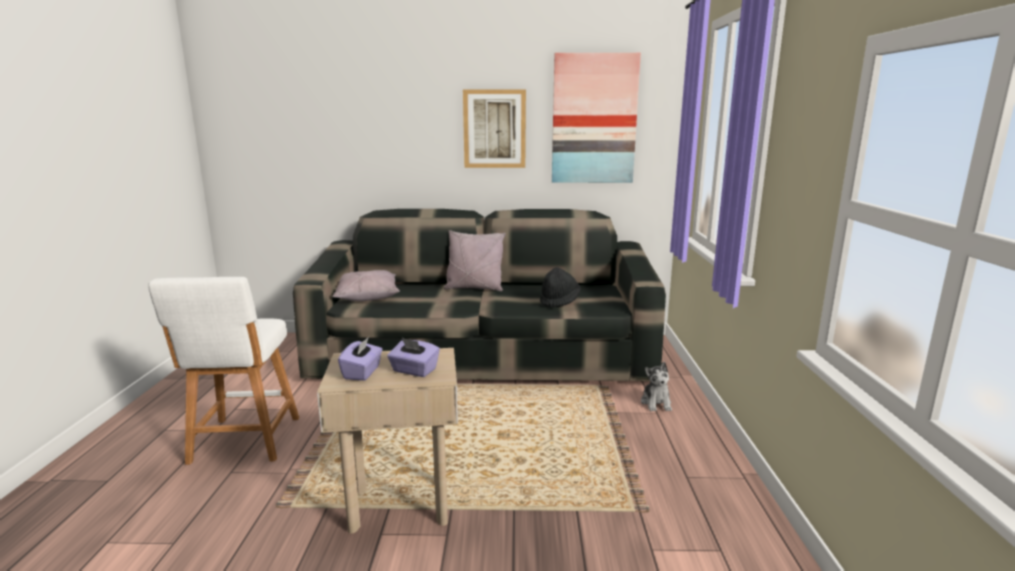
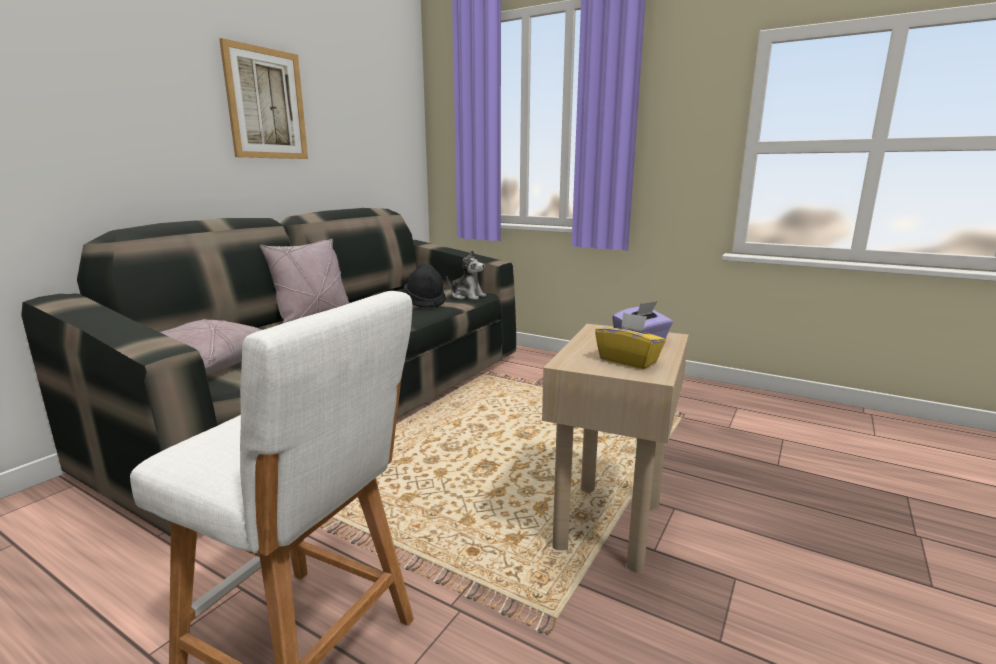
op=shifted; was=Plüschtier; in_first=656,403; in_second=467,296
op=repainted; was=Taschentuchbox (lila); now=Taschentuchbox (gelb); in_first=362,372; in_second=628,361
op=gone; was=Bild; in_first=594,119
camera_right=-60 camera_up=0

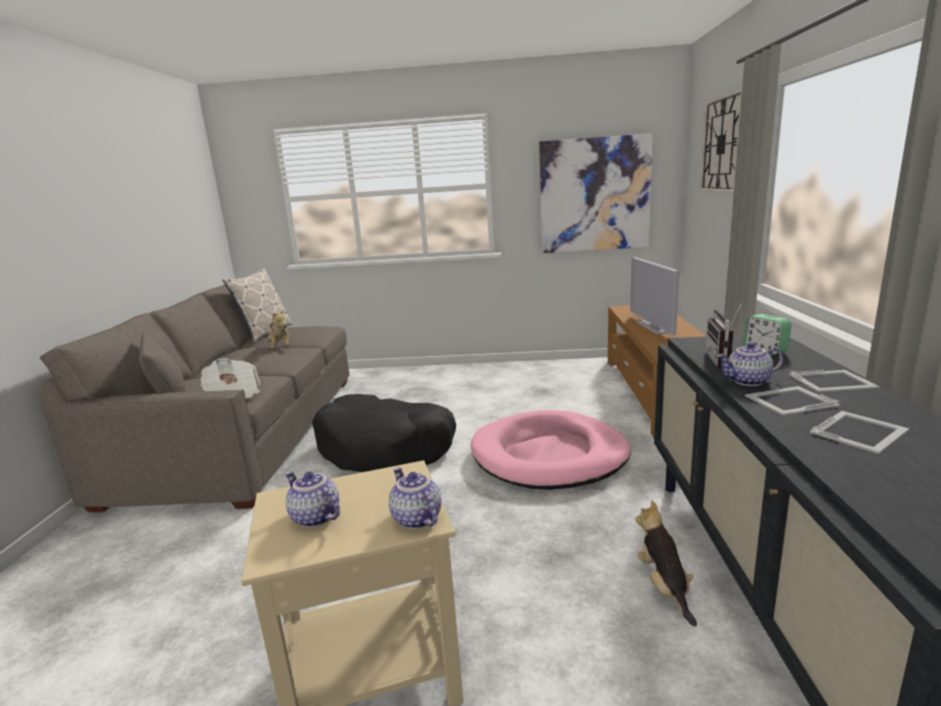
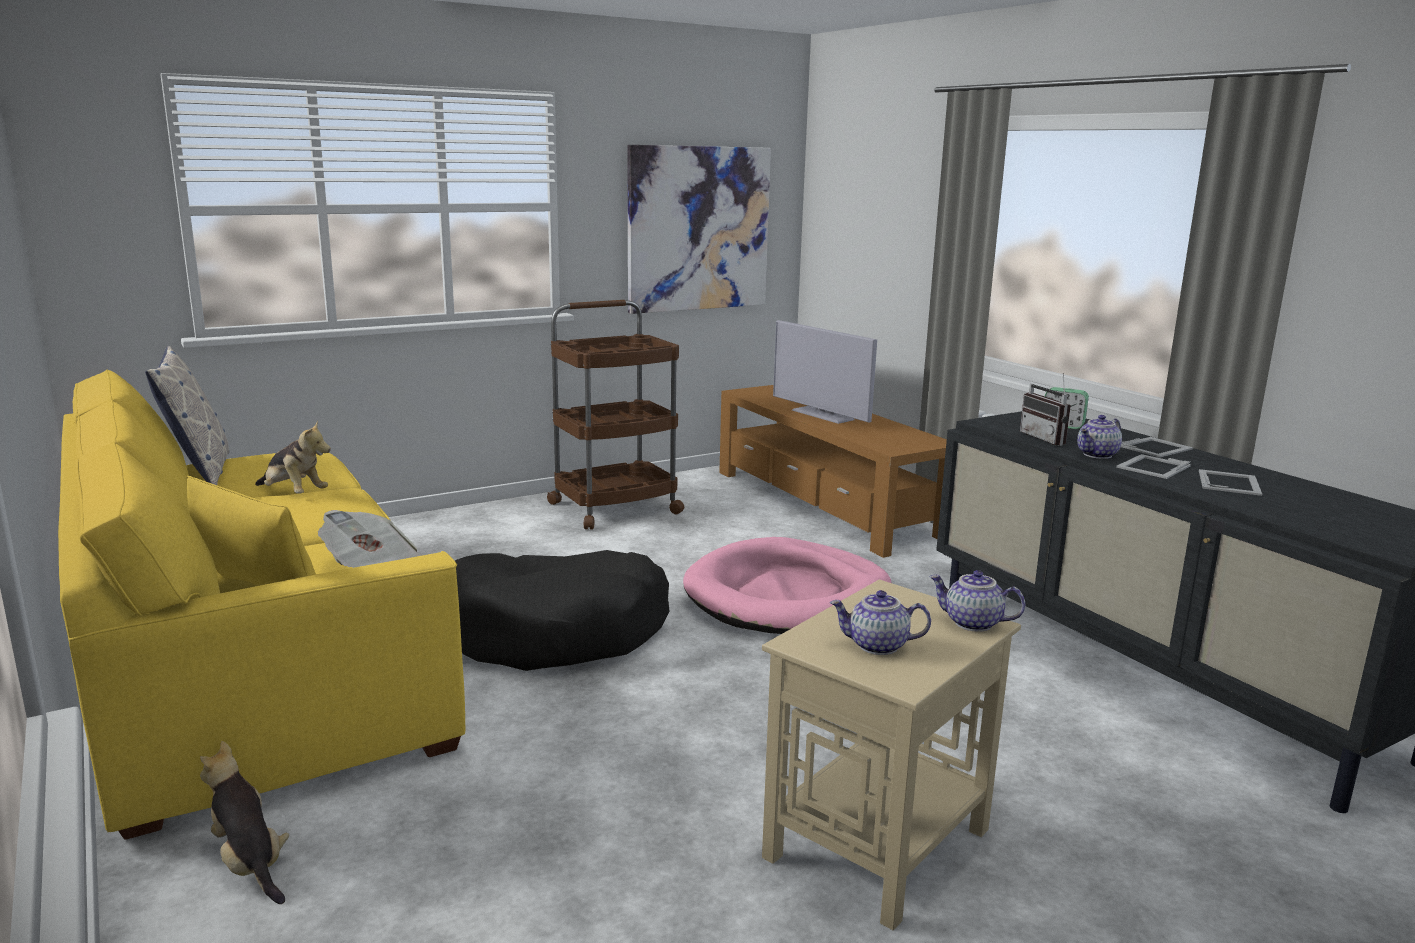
op=repainted; was=Sofa (grau); now=Sofa (gelb); in_first=247,432; in_second=255,658
op=shifted; was=Plüschtier; in_first=664,586; in_second=250,863
op=new; now=Rollwagen (braun); in_second=615,508
op=gone; was=Wanduhr; in_first=723,144
camera_right=-35 camera_up=0

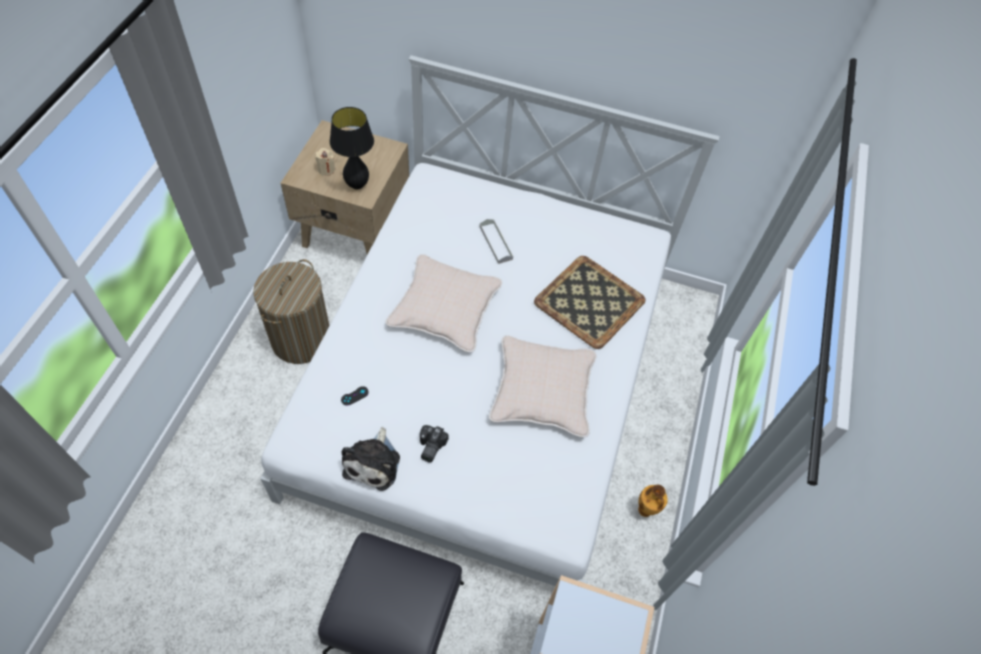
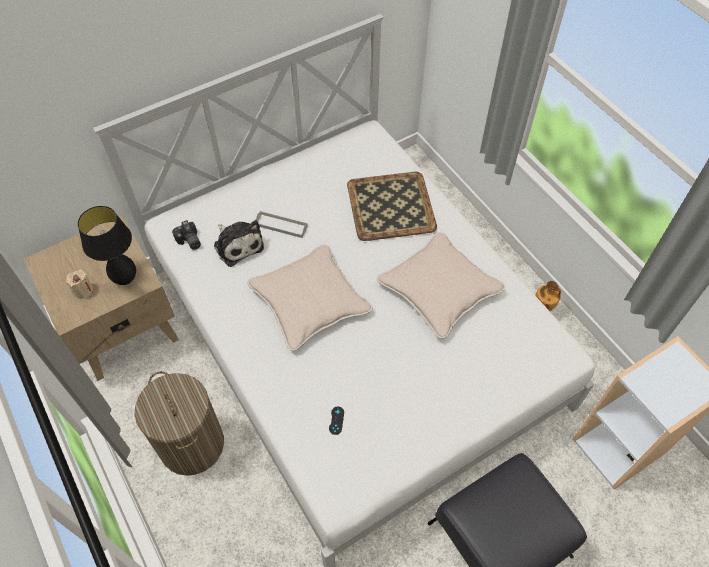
op=shifted; was=Kamera; in_first=429,447; in_second=189,241
op=shifted; was=Plüschtier; in_first=374,462; in_second=237,245
camera_right=-45 camera_up=0

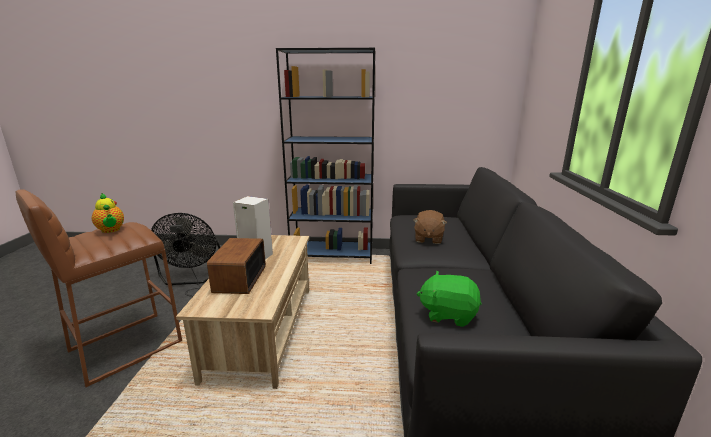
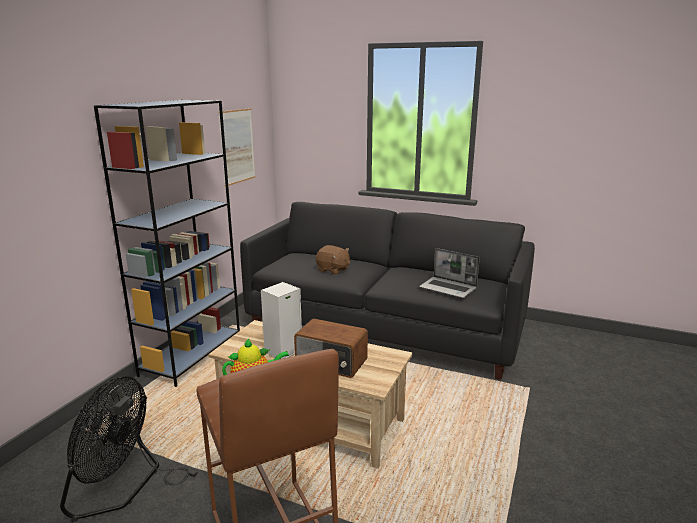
op=new; now=Bild; in_second=237,146
op=swapped; was=Plüschtier (grün); now=Laptop; in_first=448,314; in_second=449,288
camera_right=-70 camera_up=0

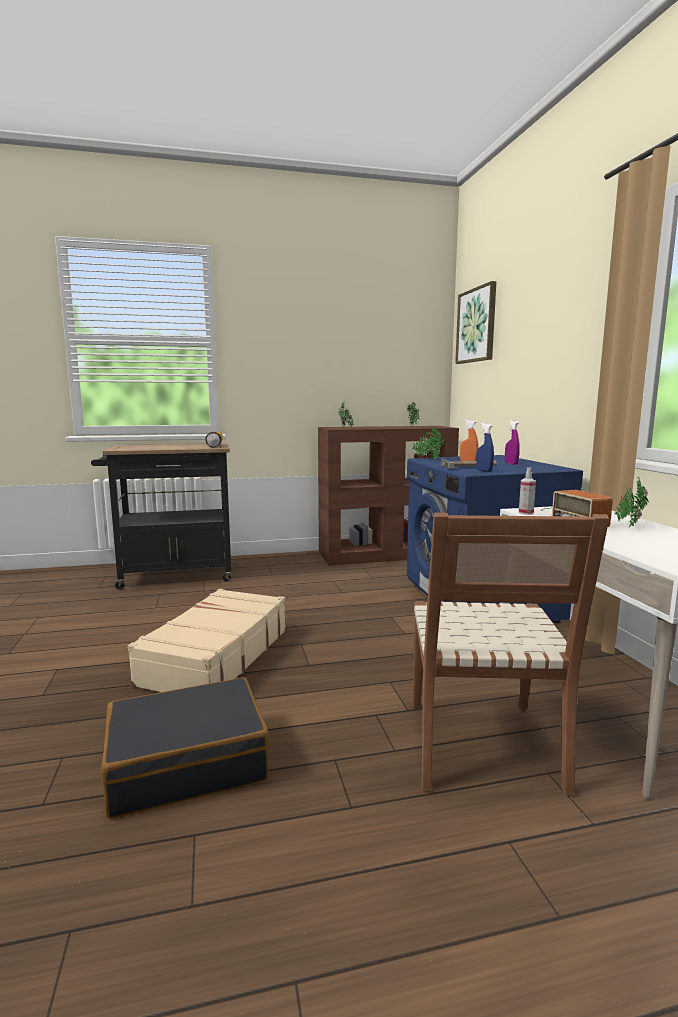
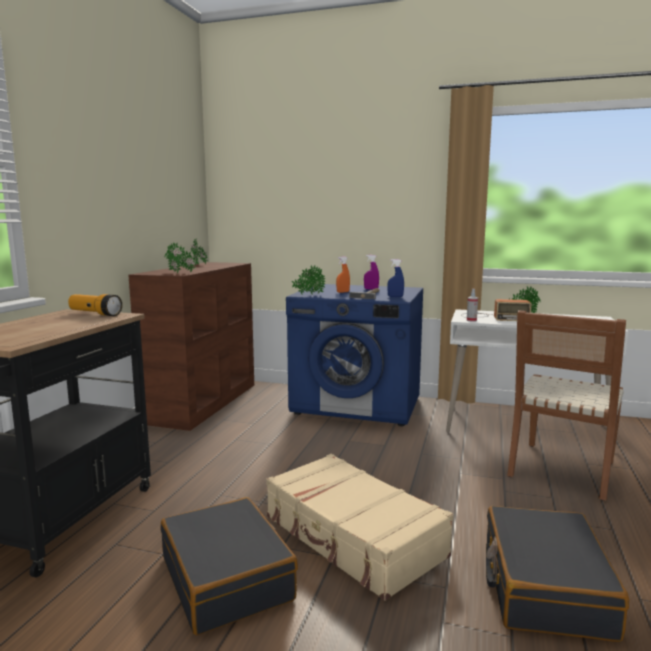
op=new; now=Koffer (schwarz); in_second=227,578
op=rotated; was=Stuhl; in_first=482,750; in_second=560,472; clockwise=90
op=gone; was=Bild; in_first=476,325
camera_right=-60 camera_up=0

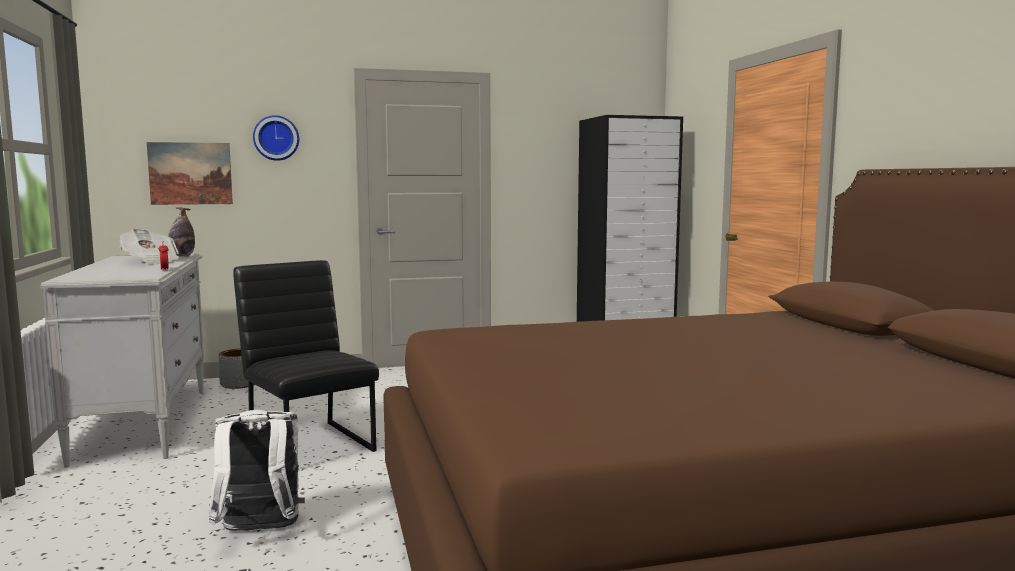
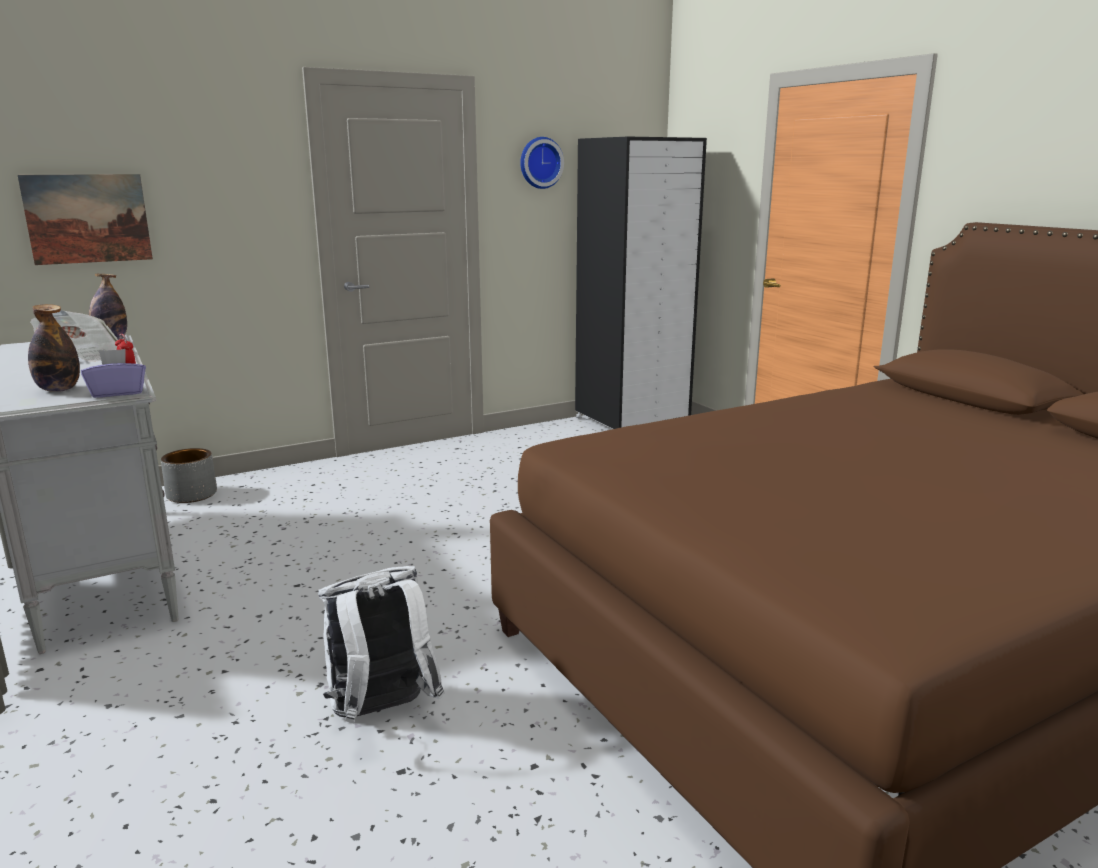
op=new; now=Flasche; in_second=59,389
op=new; now=Taschentuchbox (lila); in_second=118,392
op=shifted; was=Wanduhr; in_first=276,138; in_second=540,163
op=gone; was=Stuhl (schwarz); in_first=310,444
camera_right=-15 camera_up=10

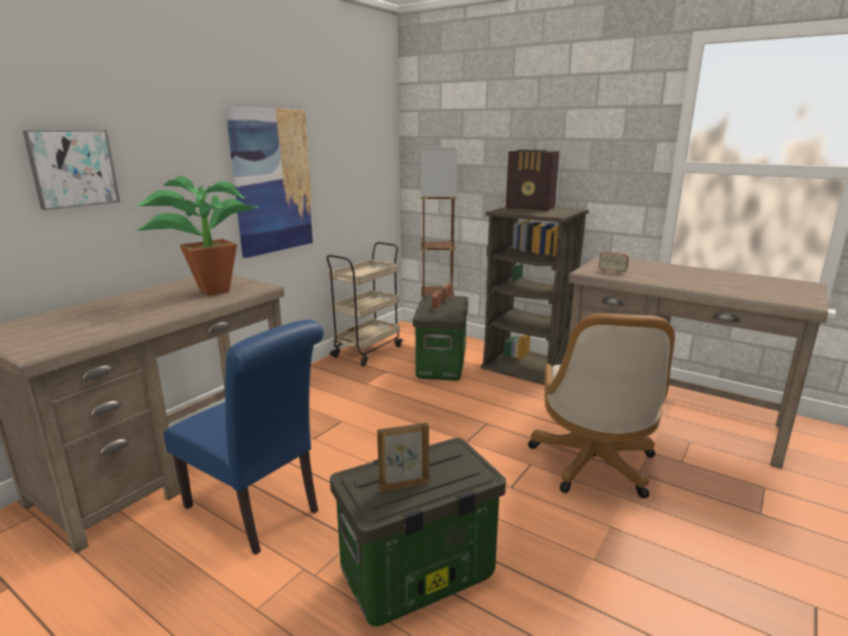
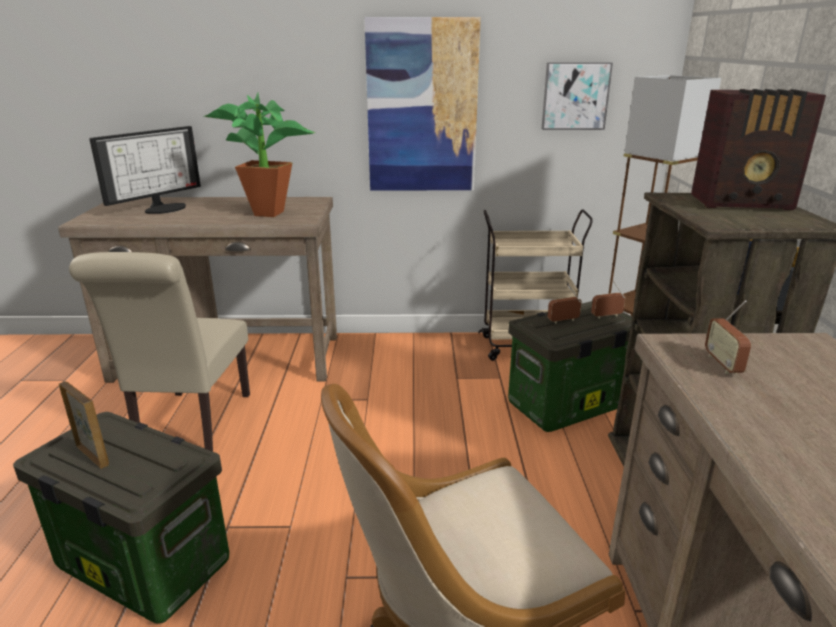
op=repainted; was=Stuhl (blau); now=Stuhl (beige); in_first=258,511; in_second=191,427
op=new; now=Monitor; in_second=164,208
op=shifted; was=Bild; in_first=72,168; in_second=575,96
op=rotated; was=Radio; in_first=531,208; in_second=743,203; clockwise=-75
camera_right=55 camera_up=5

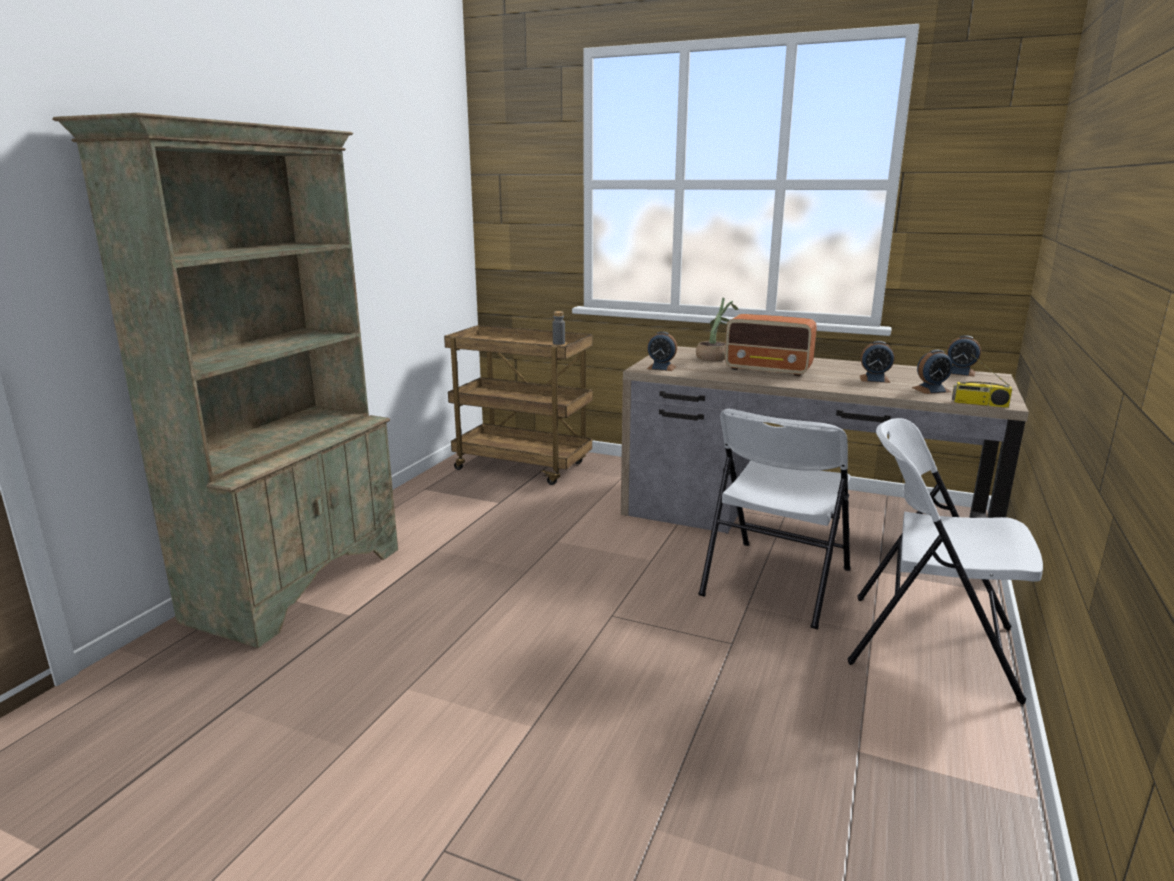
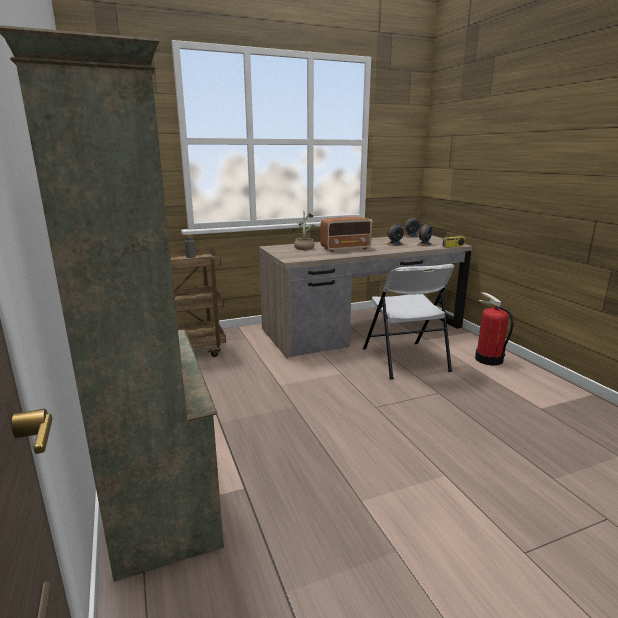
op=swapped; was=Stuhl (weiß); now=Feuerlöscher; in_first=931,644; in_second=488,359
op=gone; was=Wecker; in_first=661,367
camera_right=-45 camera_up=0

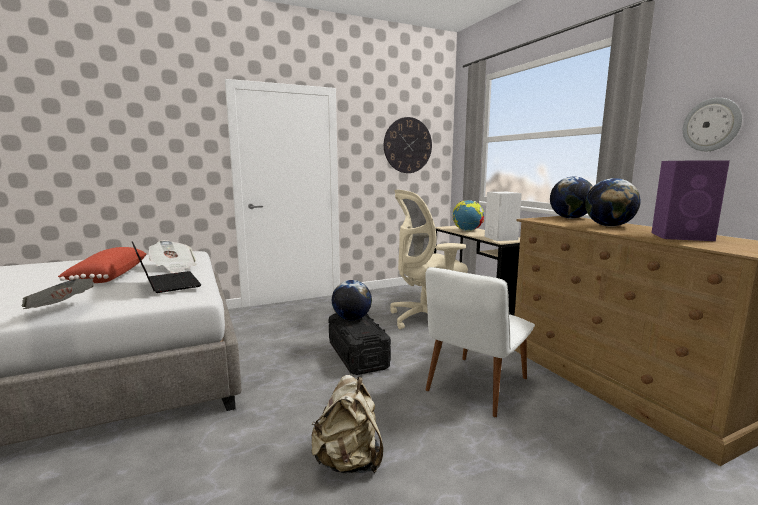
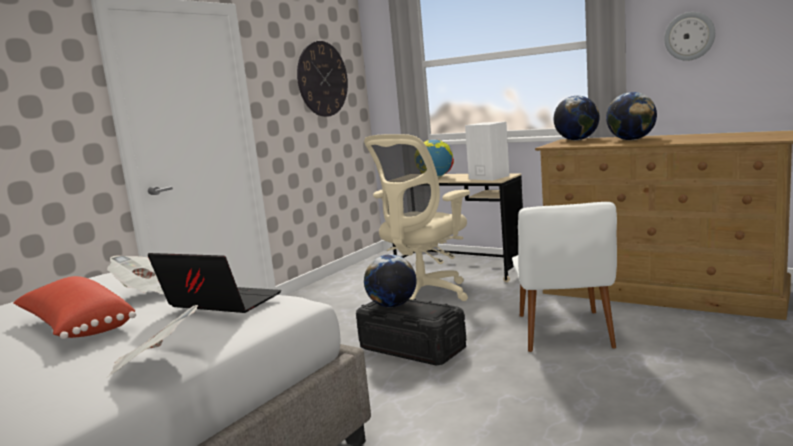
op=gone; was=Rucksack (beige); in_first=349,461
op=gone; was=Lautsprecher (lila); in_first=683,237
camera_right=-30 camera_up=0

